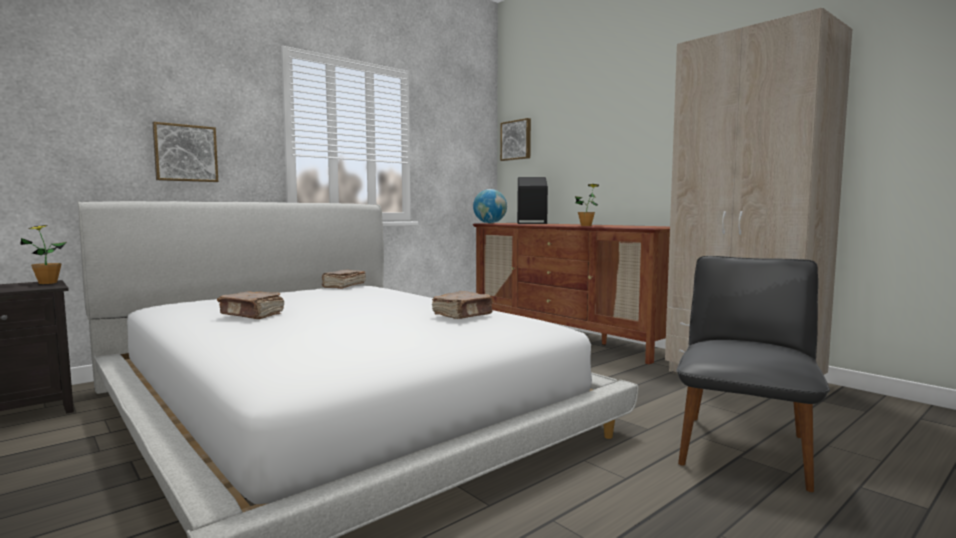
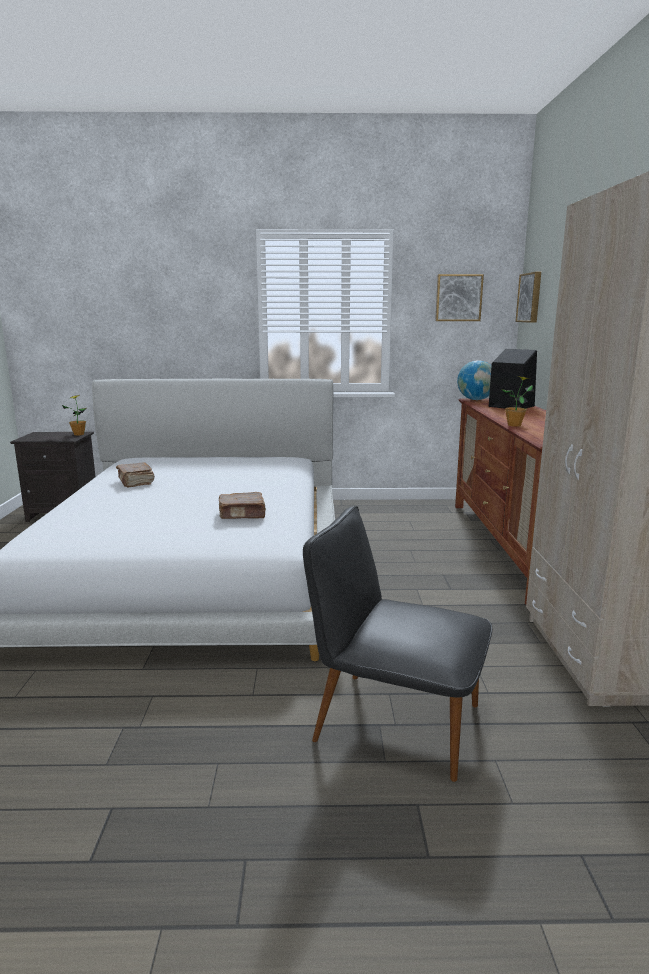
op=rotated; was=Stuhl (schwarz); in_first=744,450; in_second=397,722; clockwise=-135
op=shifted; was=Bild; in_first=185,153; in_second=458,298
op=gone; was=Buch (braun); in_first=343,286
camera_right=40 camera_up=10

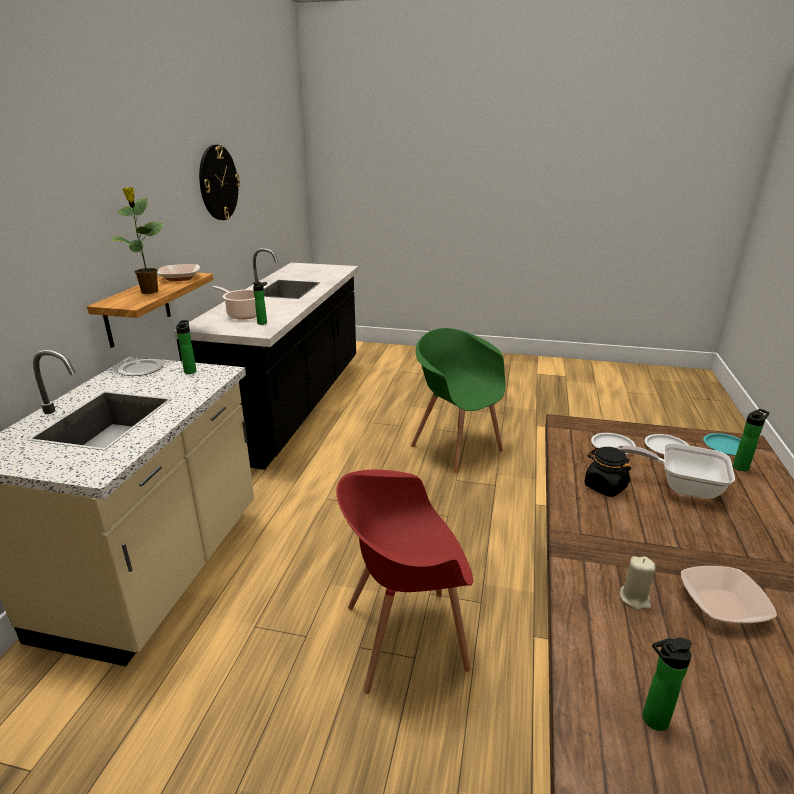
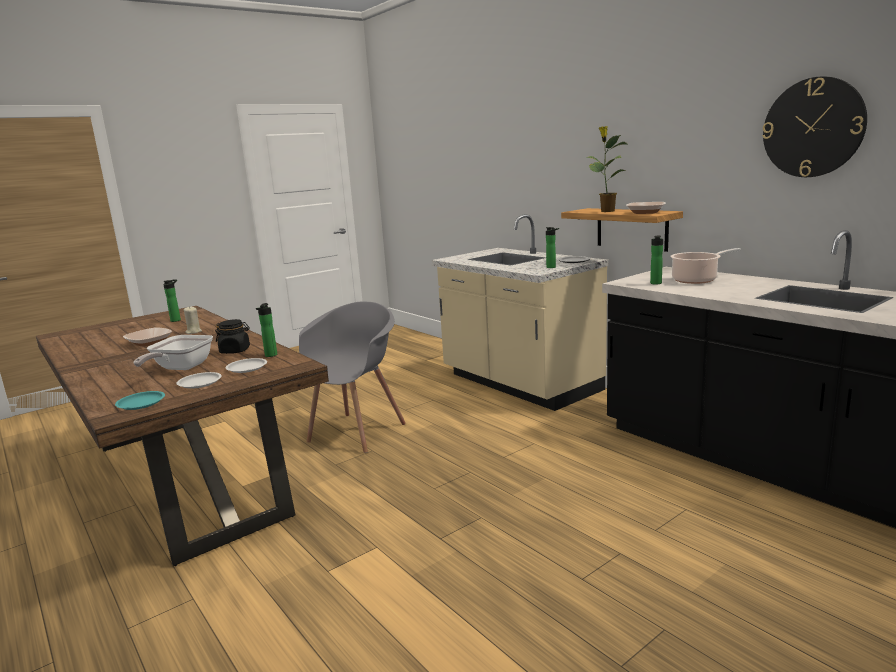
op=rotated; was=Pfanne; in_first=681,486; in_second=180,368; clockwise=135
op=shifted; was=Flasche; in_first=742,467; in_second=270,356
op=repainted; was=Stuhl (rot); now=Stuhl (grau); in_first=403,638; in_second=357,432
op=gone; was=Stuhl (grün); in_first=456,448
camera_right=130 camera_up=-10

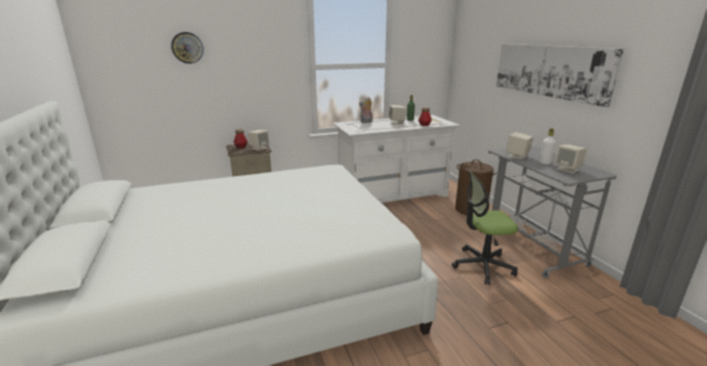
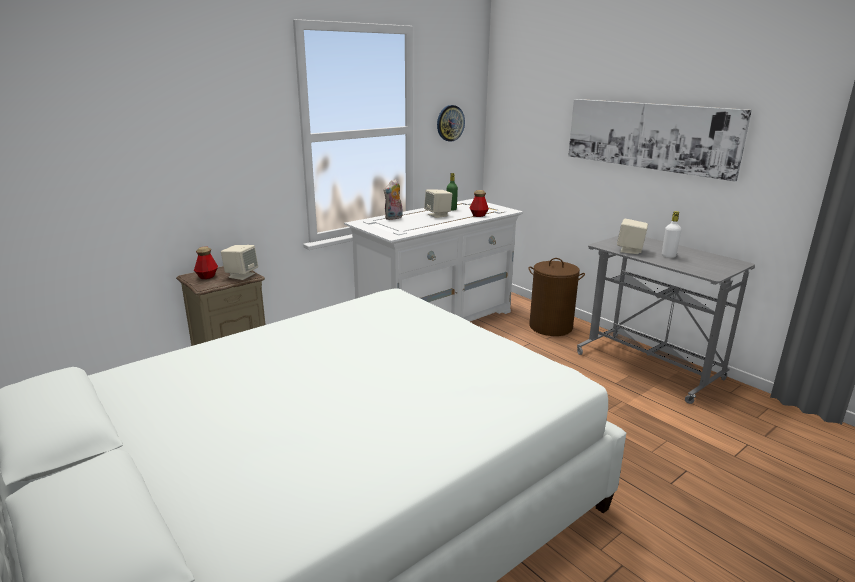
op=shifted; was=Wanduhr; in_first=187,47; in_second=450,123
op=gone; was=Bürostuhl; in_first=482,266
op=gone; was=Lautsprecher (beige); in_first=567,170
camera_right=-20 camera_up=0

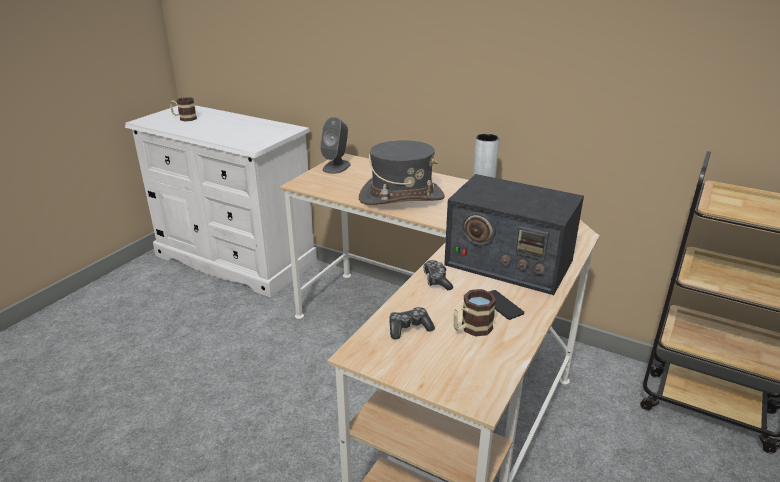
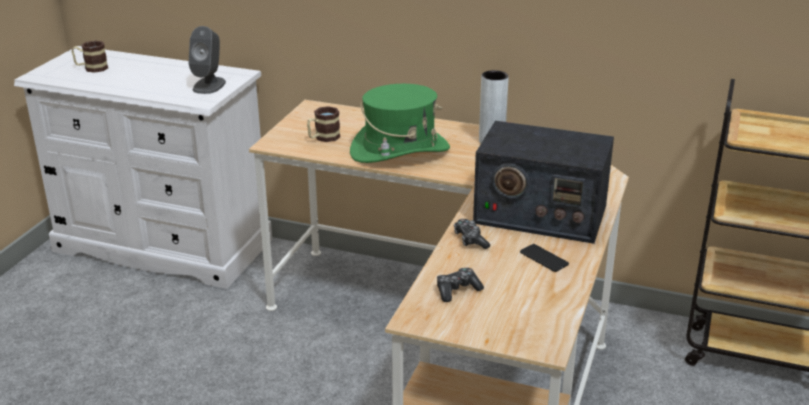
op=shifted; was=Lautsprecher (grau); in_first=336,166; in_second=209,85
op=shifted; was=Henkelbecher; in_first=471,329; in_second=323,138
op=repainted; was=Hut (grau); now=Hut (grün); in_first=401,197; in_second=400,151
camera_right=-10 camera_up=0

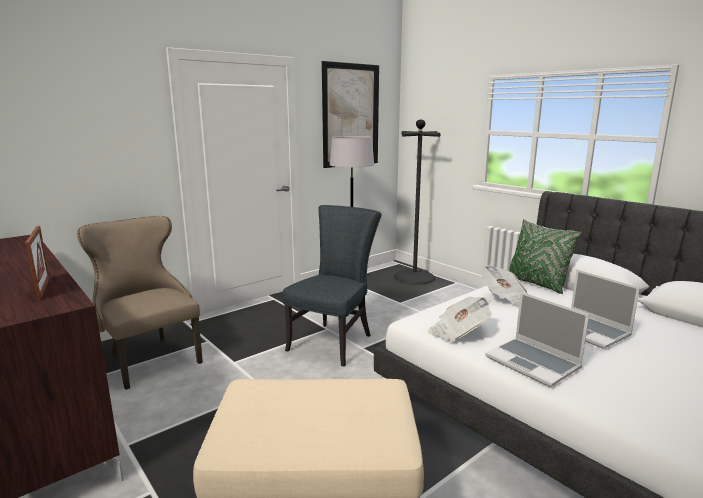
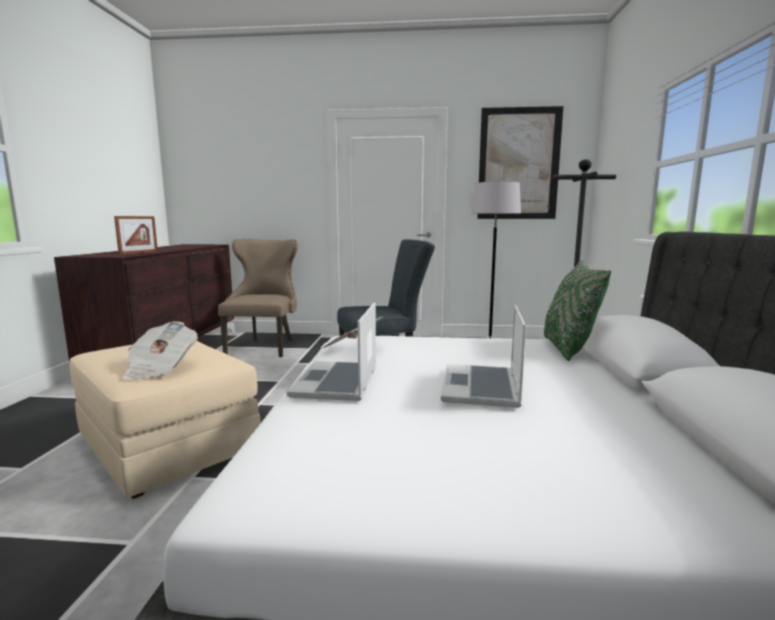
op=shifted; was=Zeitung; in_first=505,298; in_second=160,369
camera_right=45 camera_up=-5

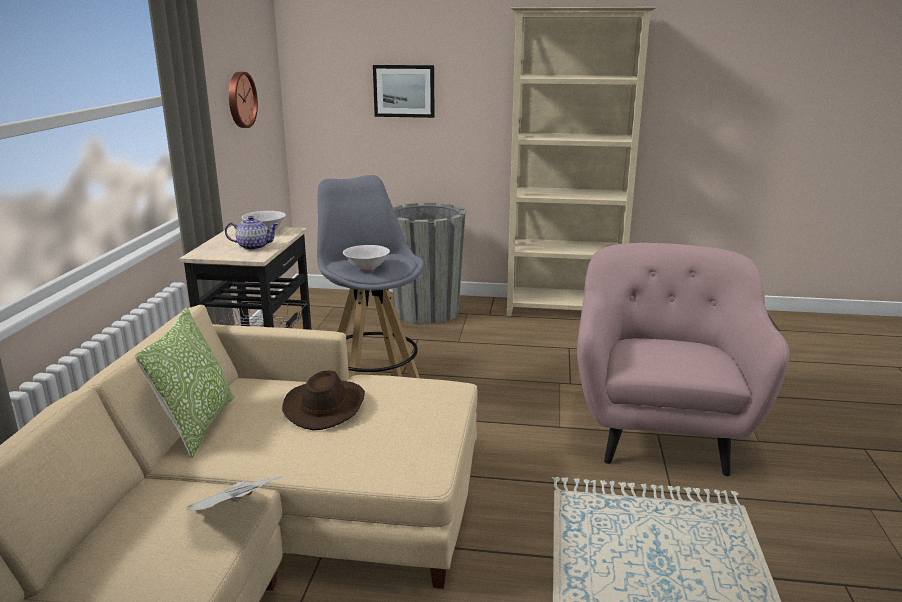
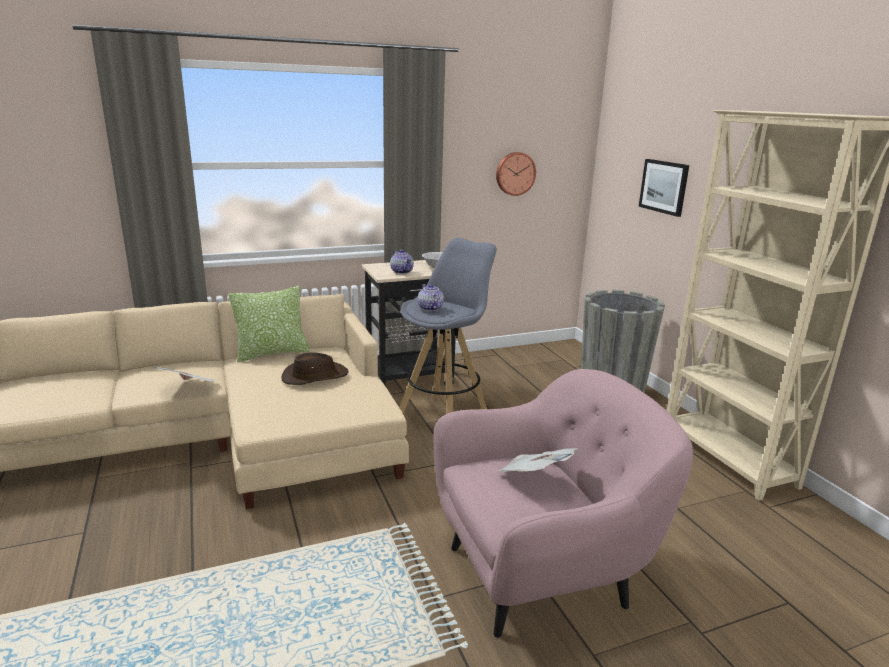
op=swapped; was=Schüssel (weiß); now=Teekanne; in_first=367,268; in_second=430,308
op=new; now=Zeitung; in_second=535,477
camera_right=60 camera_up=0

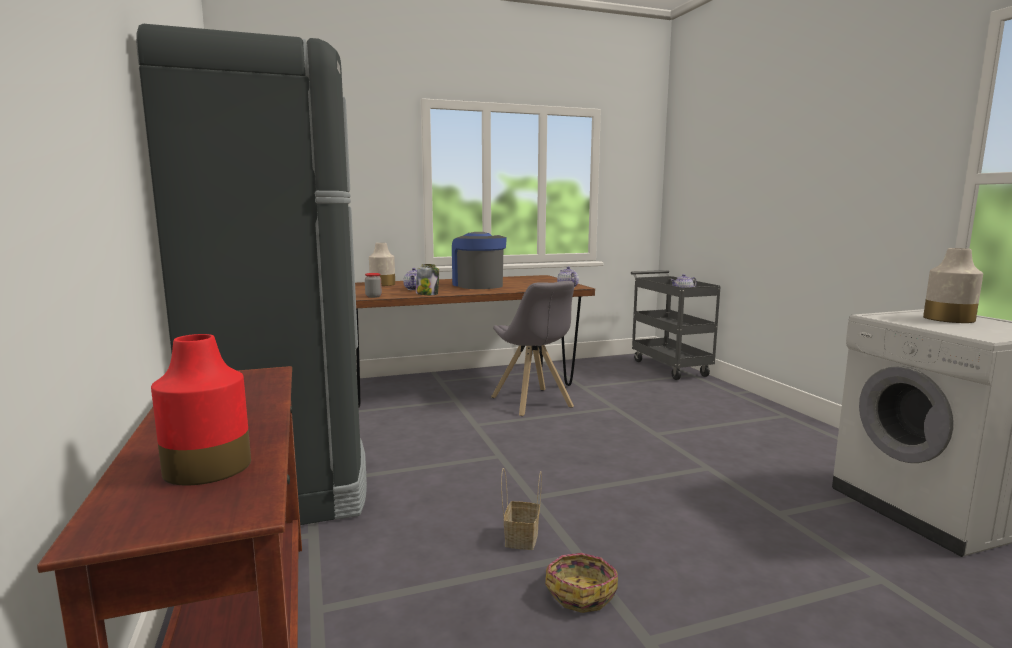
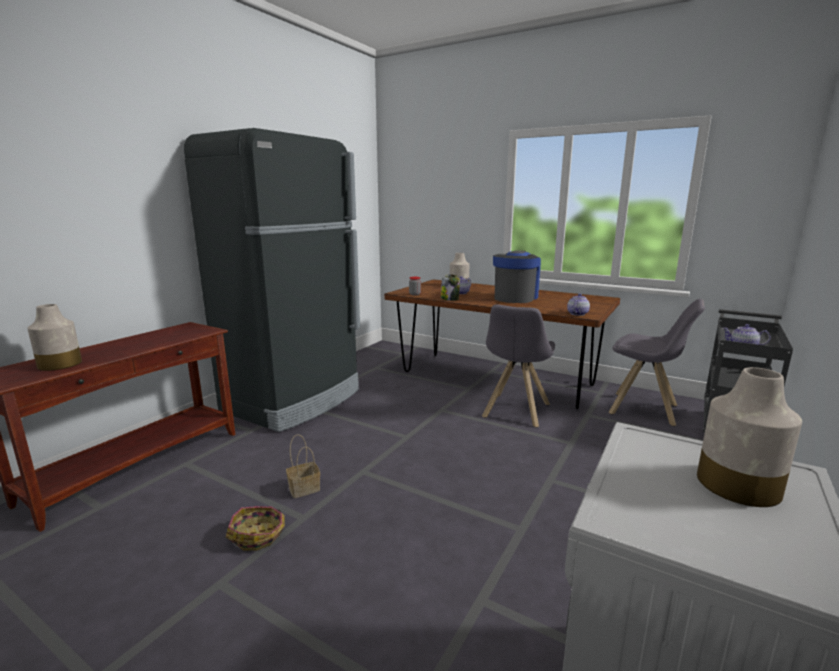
op=repainted; was=Vase (rot); now=Vase (beige); in_first=207,466; in_second=60,364
op=new; now=Stuhl (grau); in_second=644,409
camera_right=50 camera_up=5

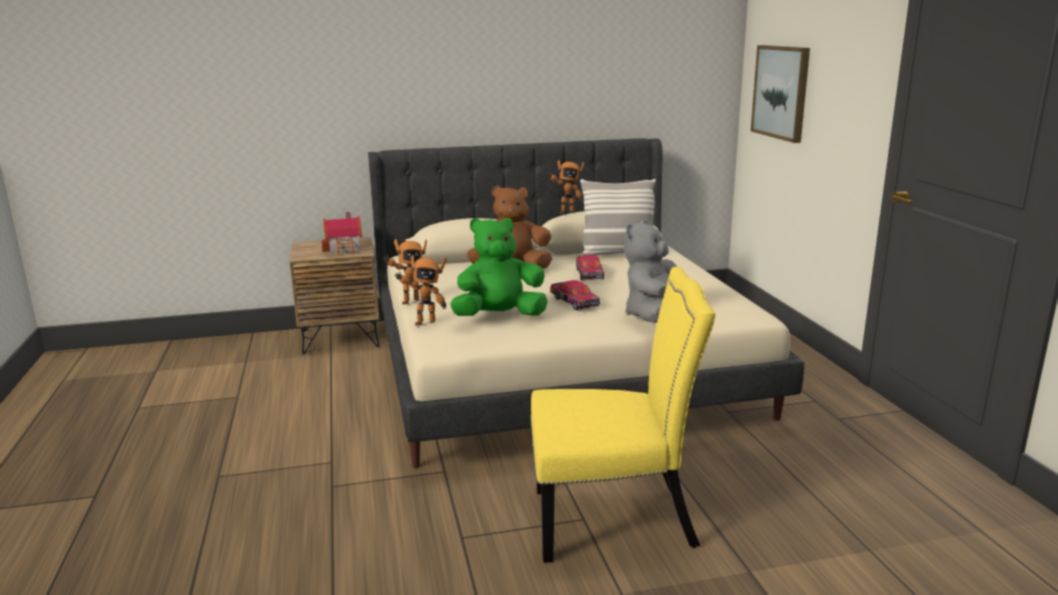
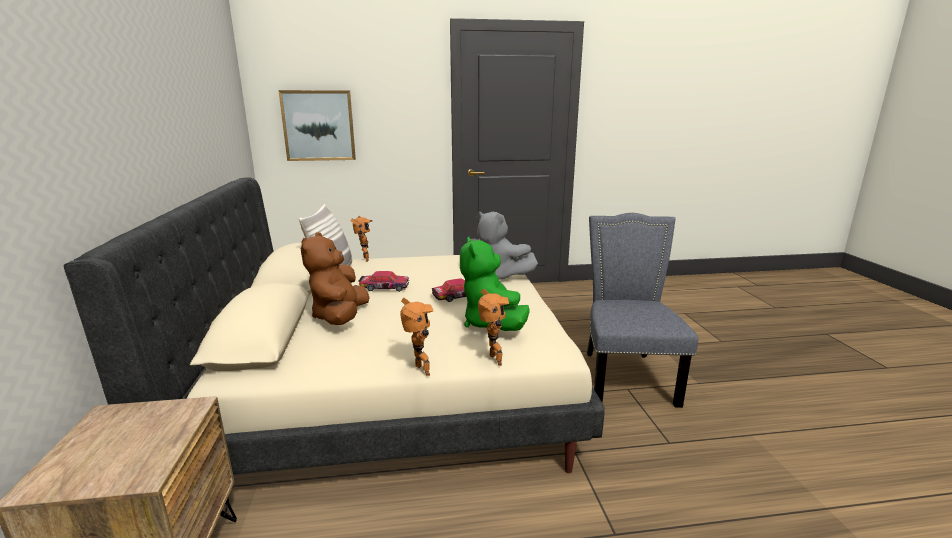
op=shifted; was=Spielzeugroboter; in_first=565,212; in_second=364,260
op=repainted; was=Stuhl (gelb); now=Stuhl (grau); in_first=610,520; in_second=626,379
op=gone; was=Spielzeughaus; in_first=345,249
camera_right=-85 camera_up=0

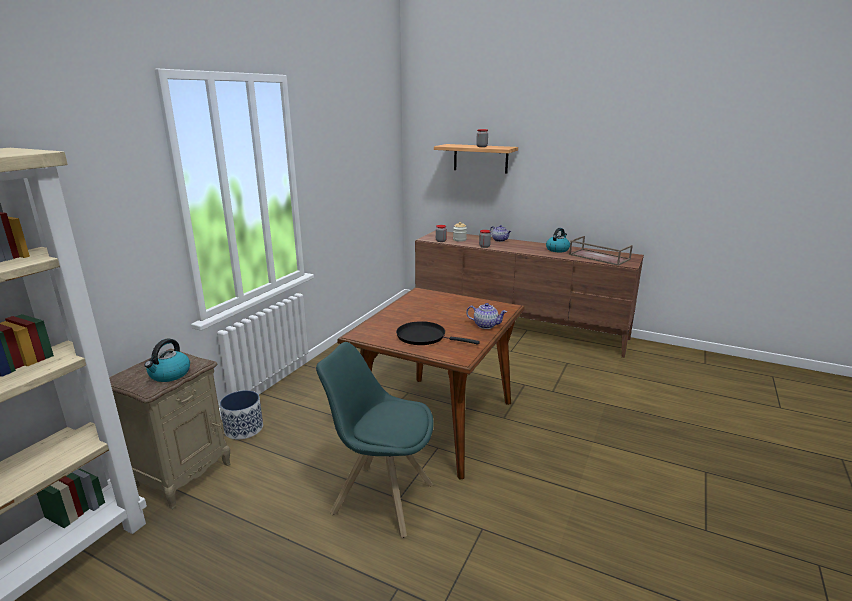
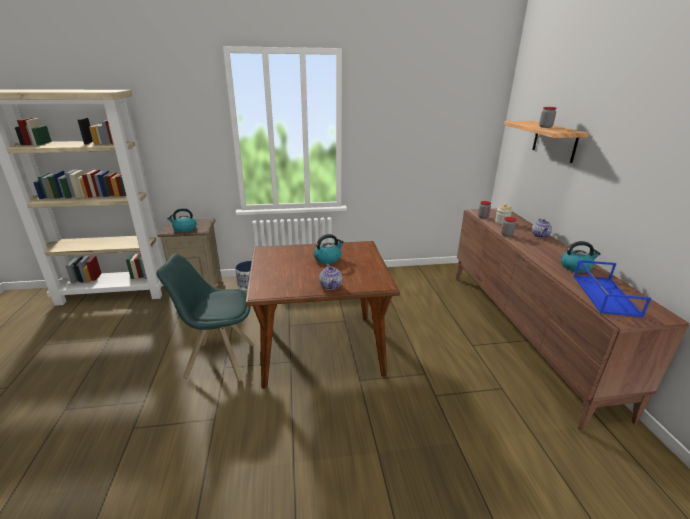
op=rotated; was=Stuhl (türkis); in_first=382,498; in_second=219,360; clockwise=-75
op=new; now=Wasserkessel; in_second=328,258
op=repainted; was=Tablett (braun); now=Tablett (blau); in_first=598,257; in_second=604,294
op=gone; was=Pfanne (schwarz); in_first=424,337
camera_right=55 camera_up=5

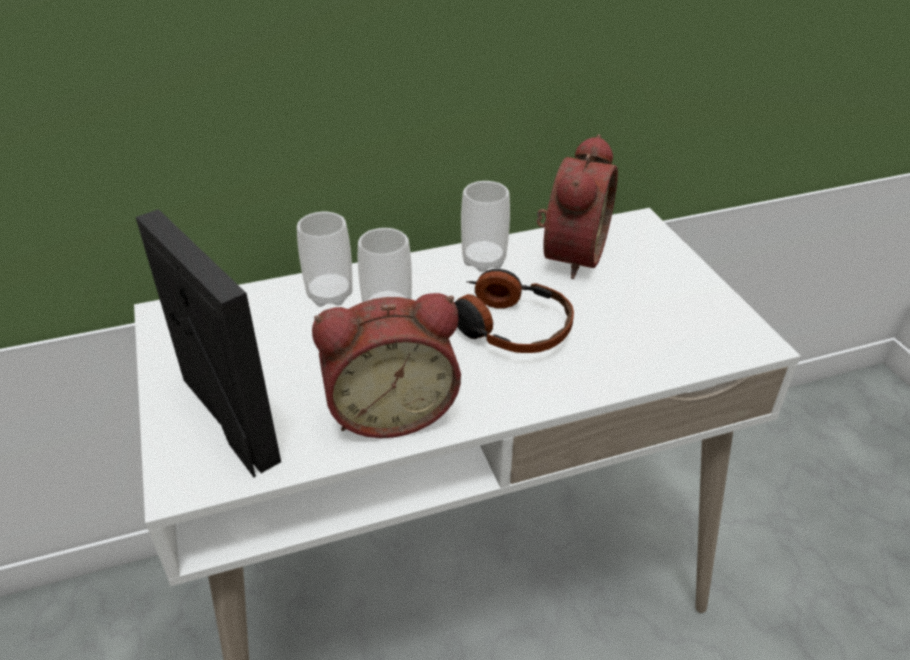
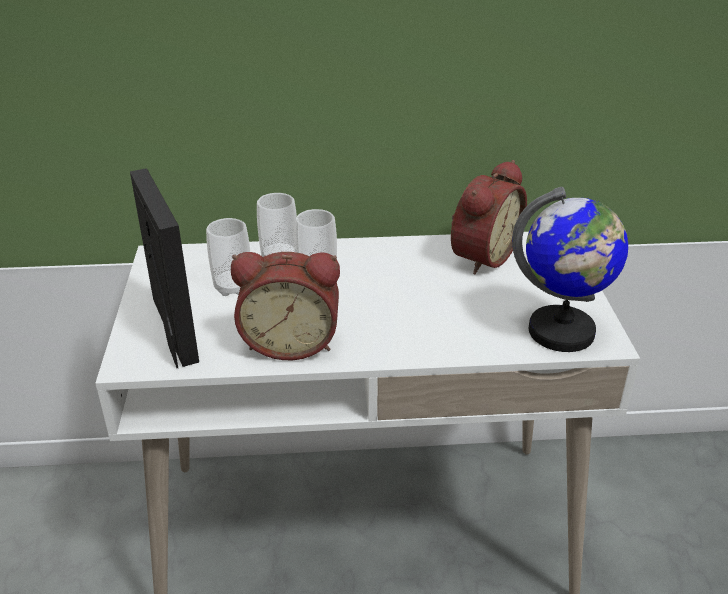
op=shifted; was=Tasse; in_first=484,261; in_second=233,287
op=new; now=Globus; in_second=561,332
op=gone; was=Kopfhörer; in_first=509,327
camera_right=15 camera_up=-5

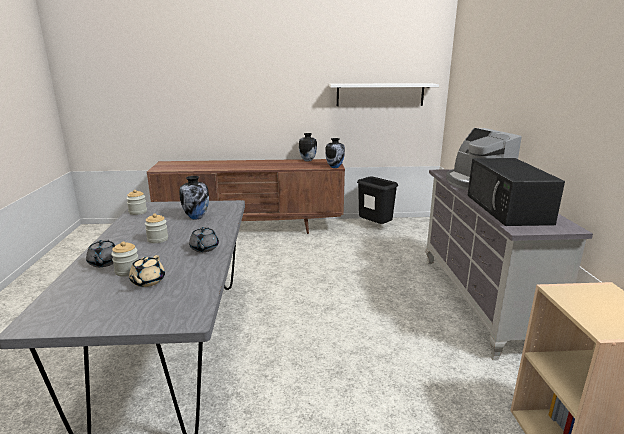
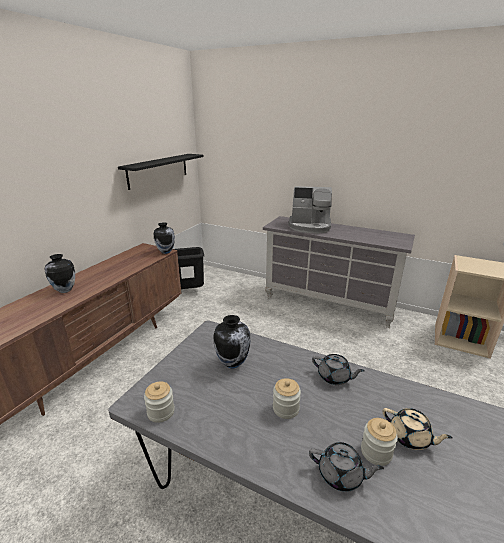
op=shifted; was=Vase; in_first=307,160; in_second=64,290
op=repainted; was=Wandregal (weiß); now=Wandregal (schwarz); in_first=380,94; in_second=158,170
op=gone; was=Mikrowelle (schwarz); in_first=508,209
camera_right=-60 camera_up=5

